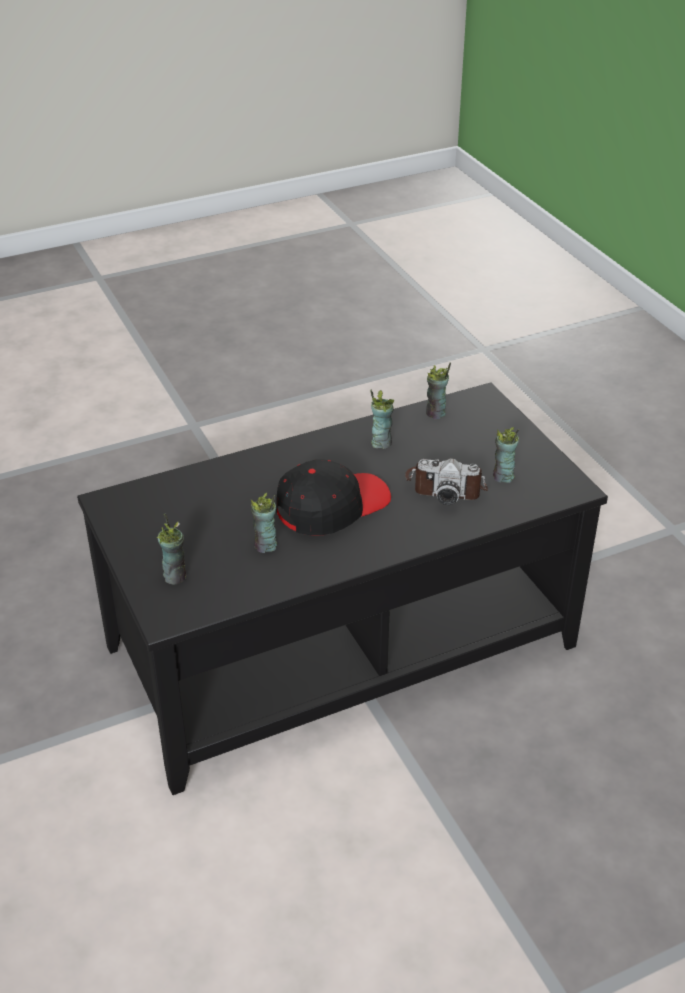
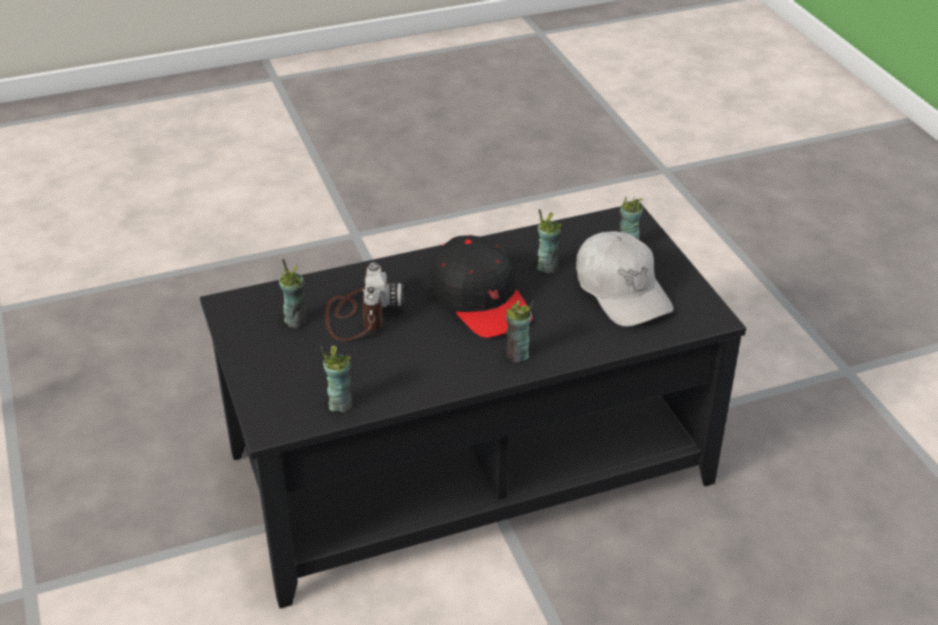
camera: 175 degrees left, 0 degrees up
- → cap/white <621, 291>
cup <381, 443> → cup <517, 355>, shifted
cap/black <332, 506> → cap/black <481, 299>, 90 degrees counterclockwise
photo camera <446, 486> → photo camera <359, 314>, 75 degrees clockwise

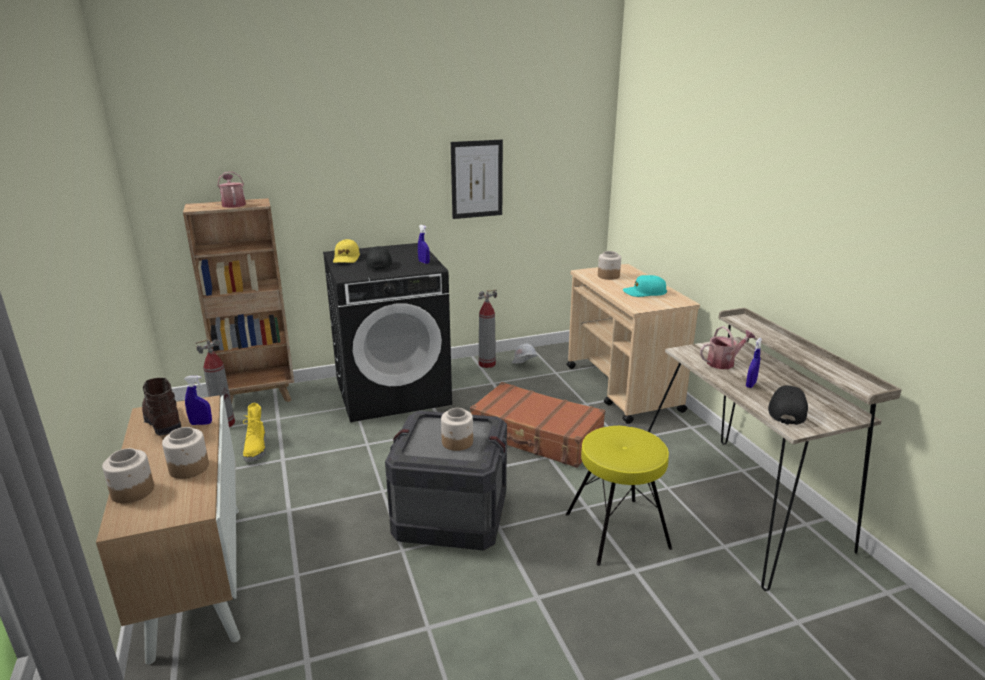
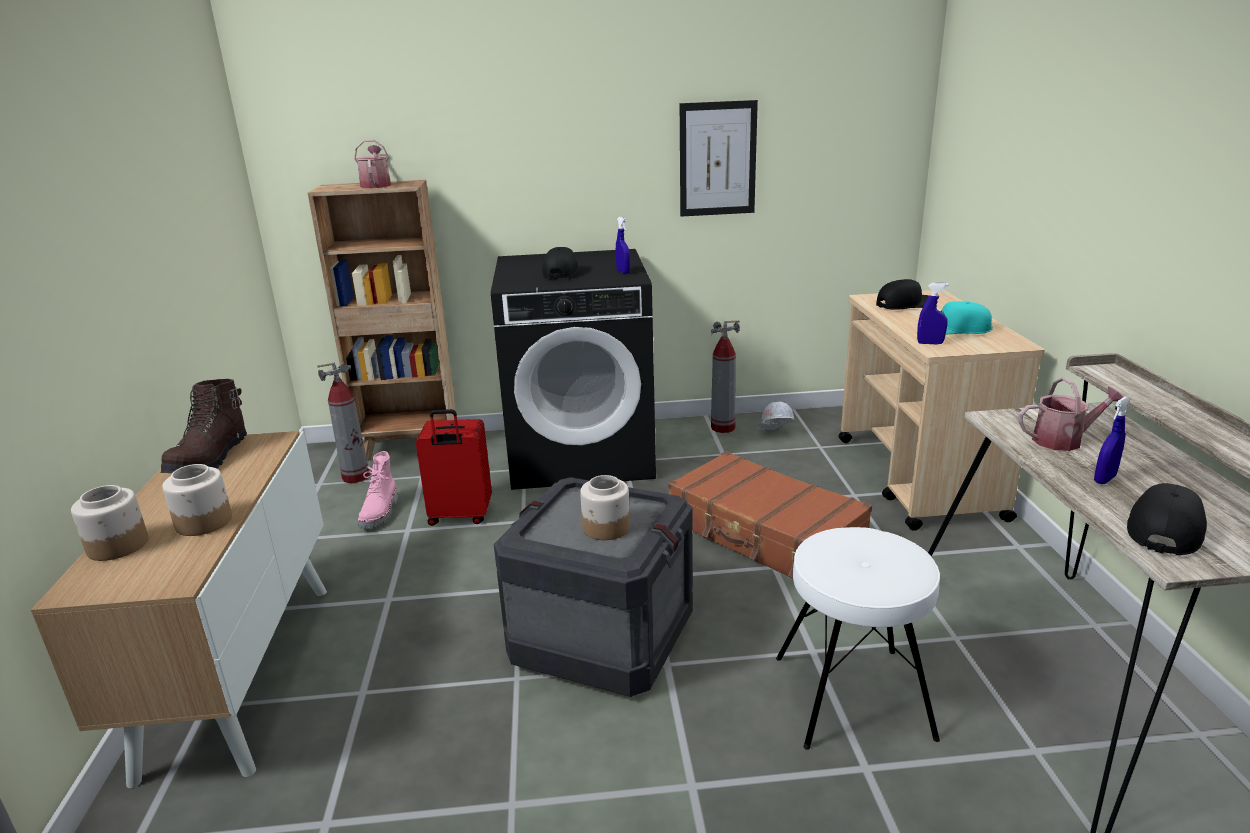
camera: 15 degrees right, 0 degrees up
cap/yellow <346, 258> → -
- → suitcase/red <460, 516>
spray bottle/blue <201, 423> → spray bottle/blue <930, 343>, shifted
jar <608, 276> → cap/black <904, 304>
boot/yellow <256, 449> → boot/pink <381, 513>
stool/yellow <616, 530> → stool/white <851, 695>
boot/brown <162, 422> → boot/brown <210, 458>, 150 degrees counterclockwise

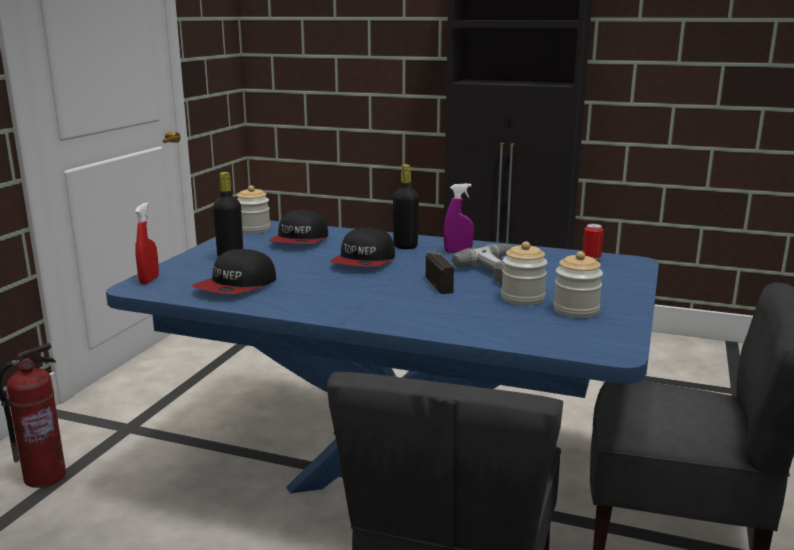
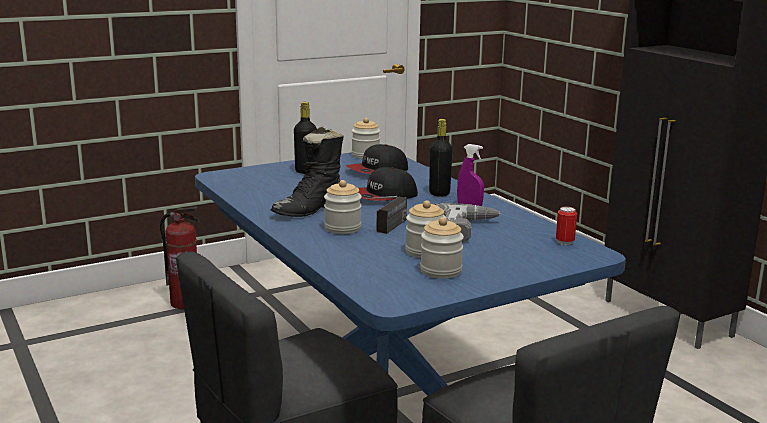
camera: 40 degrees right, 0 degrees up
spray bottle/red <149, 280> → -
cap <237, 286> → -
- → boot/black <310, 210>
- → jar <342, 228>

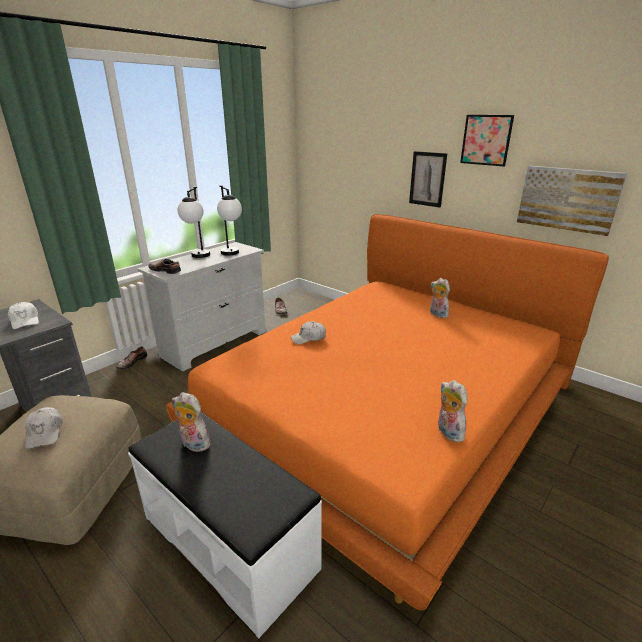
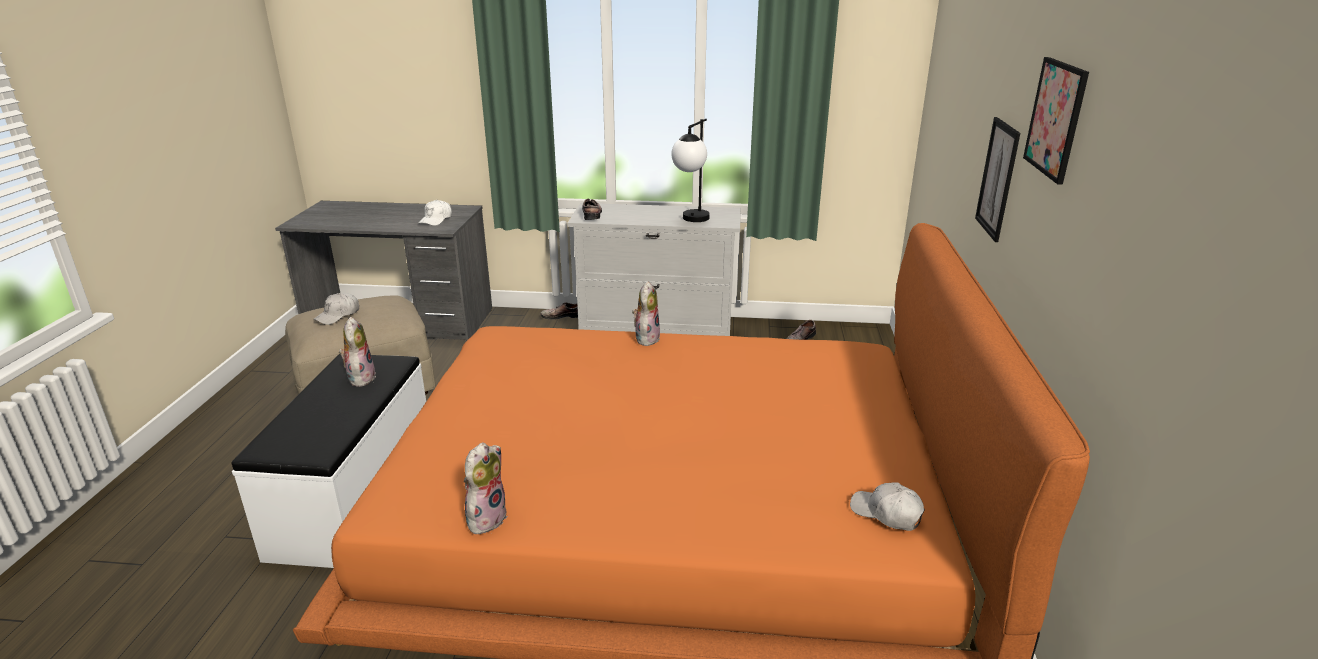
camera: 55 degrees right, 0 degrees up
table lamp <198, 257> → -
picture <568, 199> → -
cap/white <308, 338> → cap/white <886, 513>, shifted
plush toy <437, 314> → plush toy <646, 338>, shifted

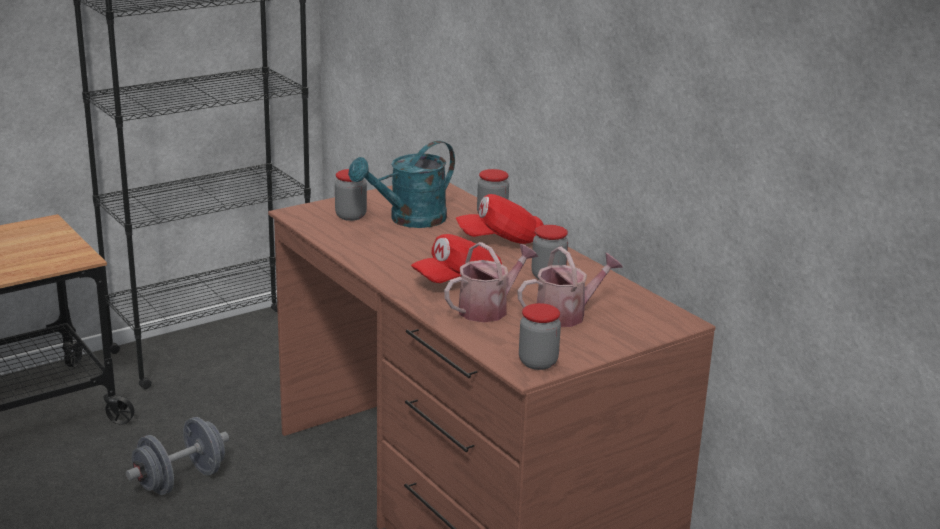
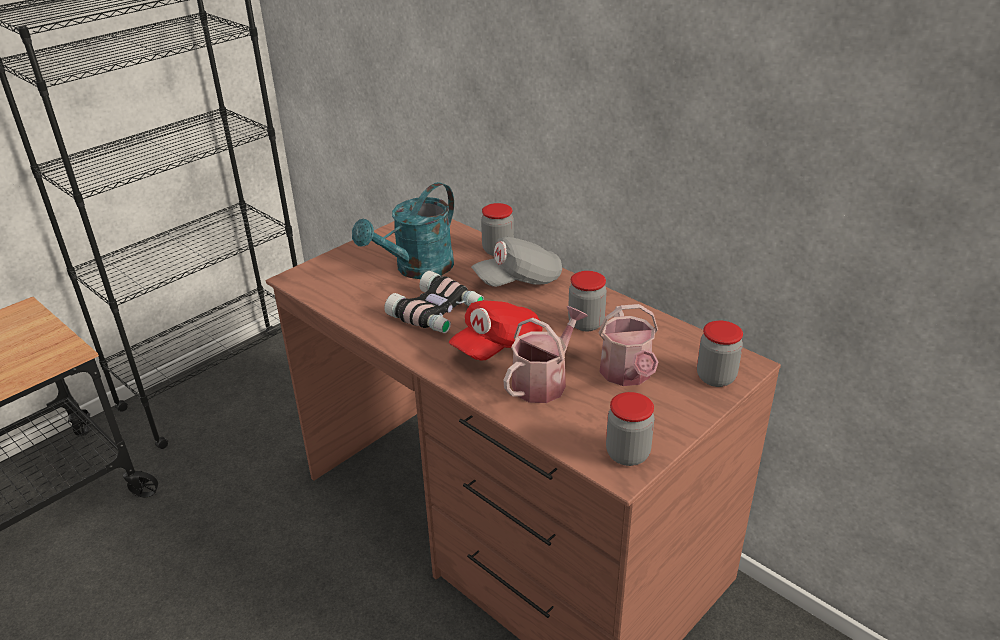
camera: 10 degrees left, 10 degrees up
dumbbell/grey <180, 480> → -
- → binoculars <437, 313>
jar <351, 216> → jar <716, 377>, shifted
cap/red <500, 240> → cap/grey <519, 281>
watering can <567, 314> → watering can <627, 375>, 120 degrees clockwise

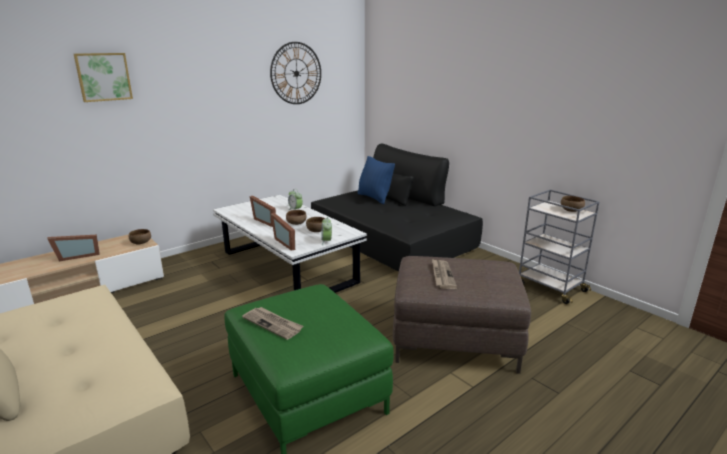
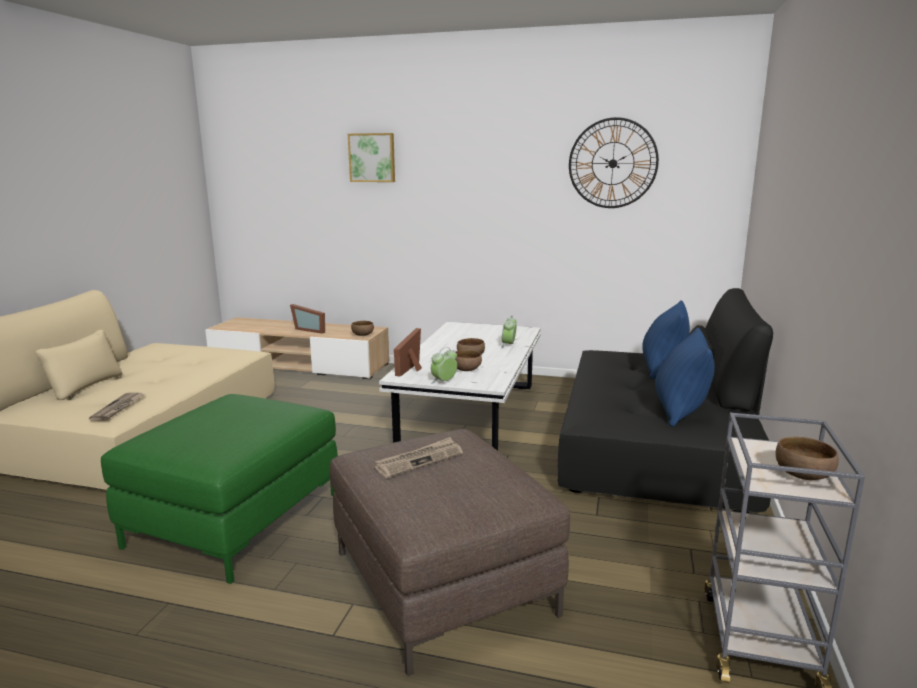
camera: 55 degrees right, 5 degrees down
picture frame <266, 221> → -
- → pillow/blue <680, 411>
newspaper <273, 324> → newspaper <119, 408>, shifted

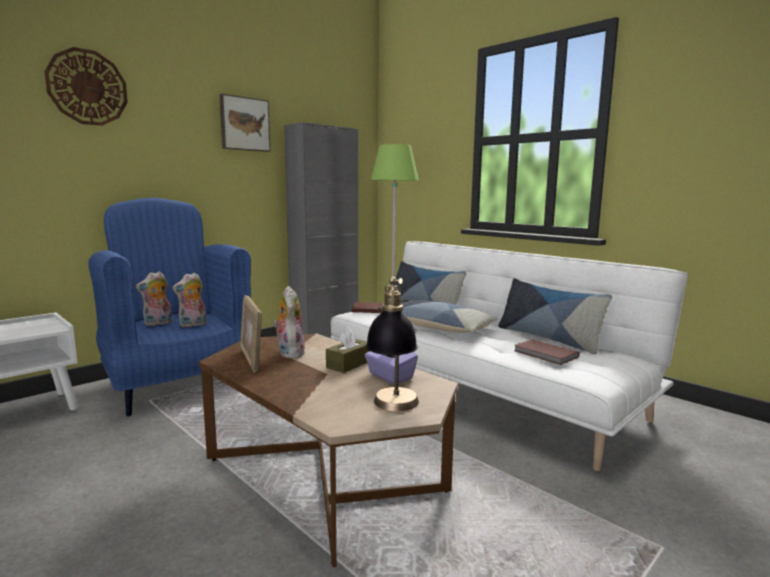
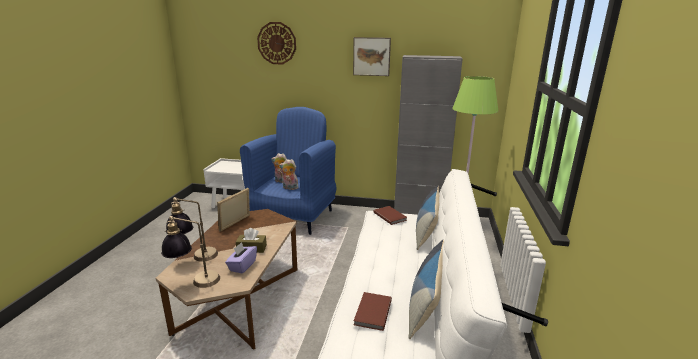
camera: 55 degrees right, 10 degrees up
plush toy <289, 353> → -
pillow <438, 327> → -
- → table lamp <195, 258>

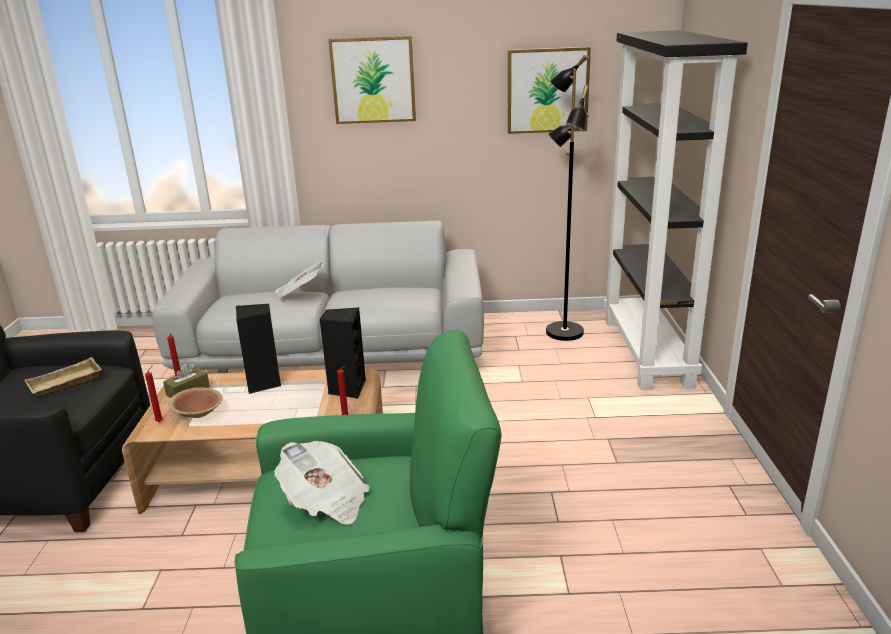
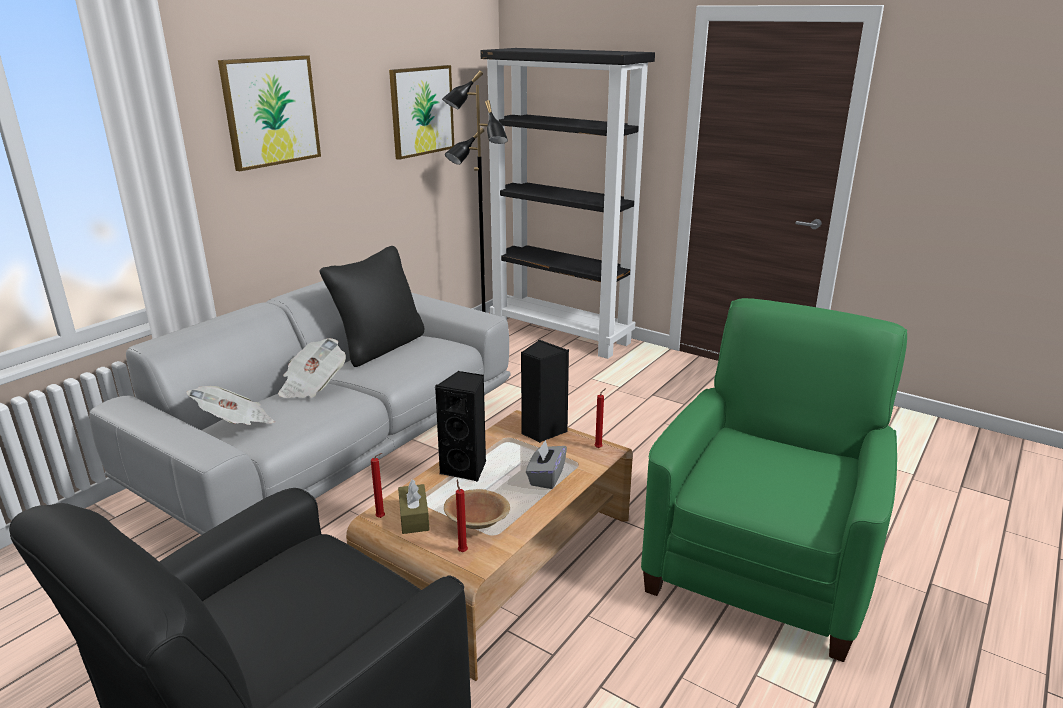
camera: 55 degrees left, 0 degrees up
tray/beige <65, 383> → -
- → pillow/black <380, 347>
- → tissue box/grey <546, 477>
newspaper <326, 501> → newspaper <236, 423>, shifted

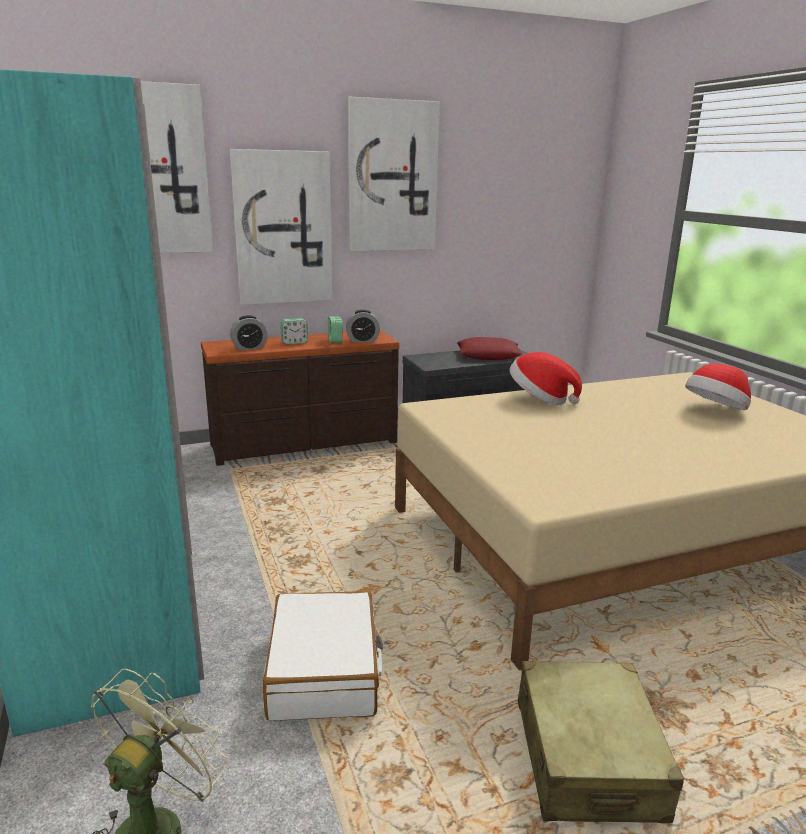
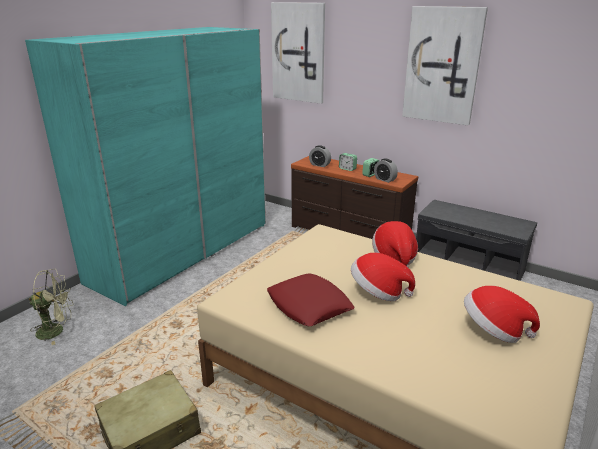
camera: 55 degrees right, 5 degrees up
picture <283, 228> → -
suitcase/white <325, 671> → -
- → hat <378, 292>
pillow/red <488, 355> → pillow/red <309, 305>, shifted

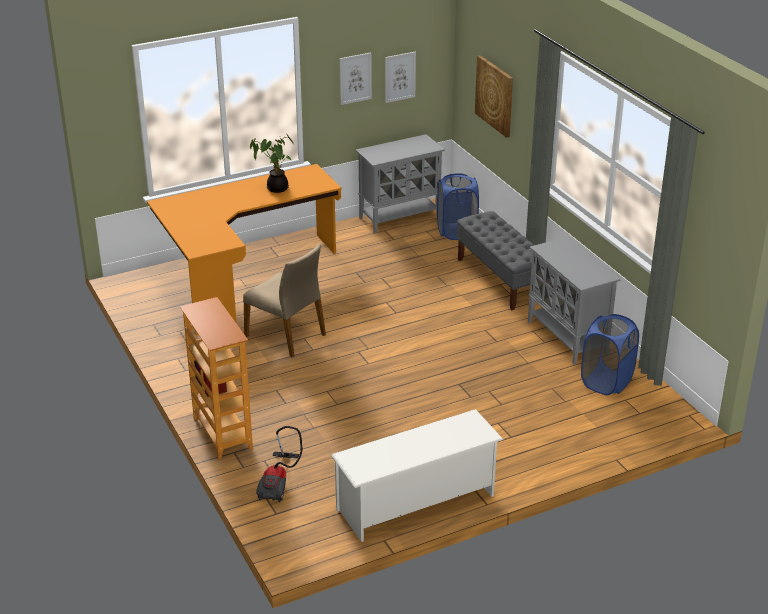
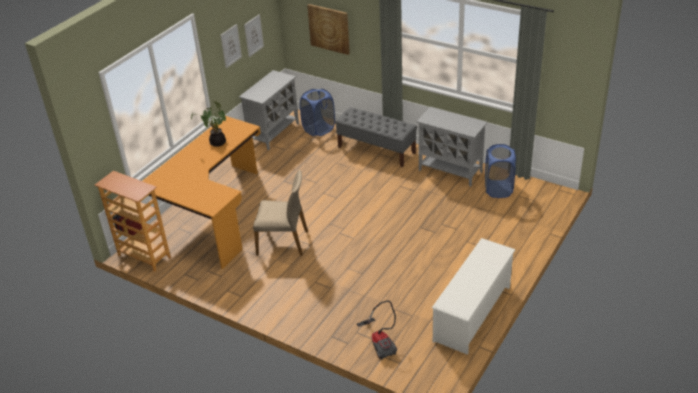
camera: 30 degrees left, 5 degrees up
bookcase <221, 433> → bookcase <143, 257>, shifted

